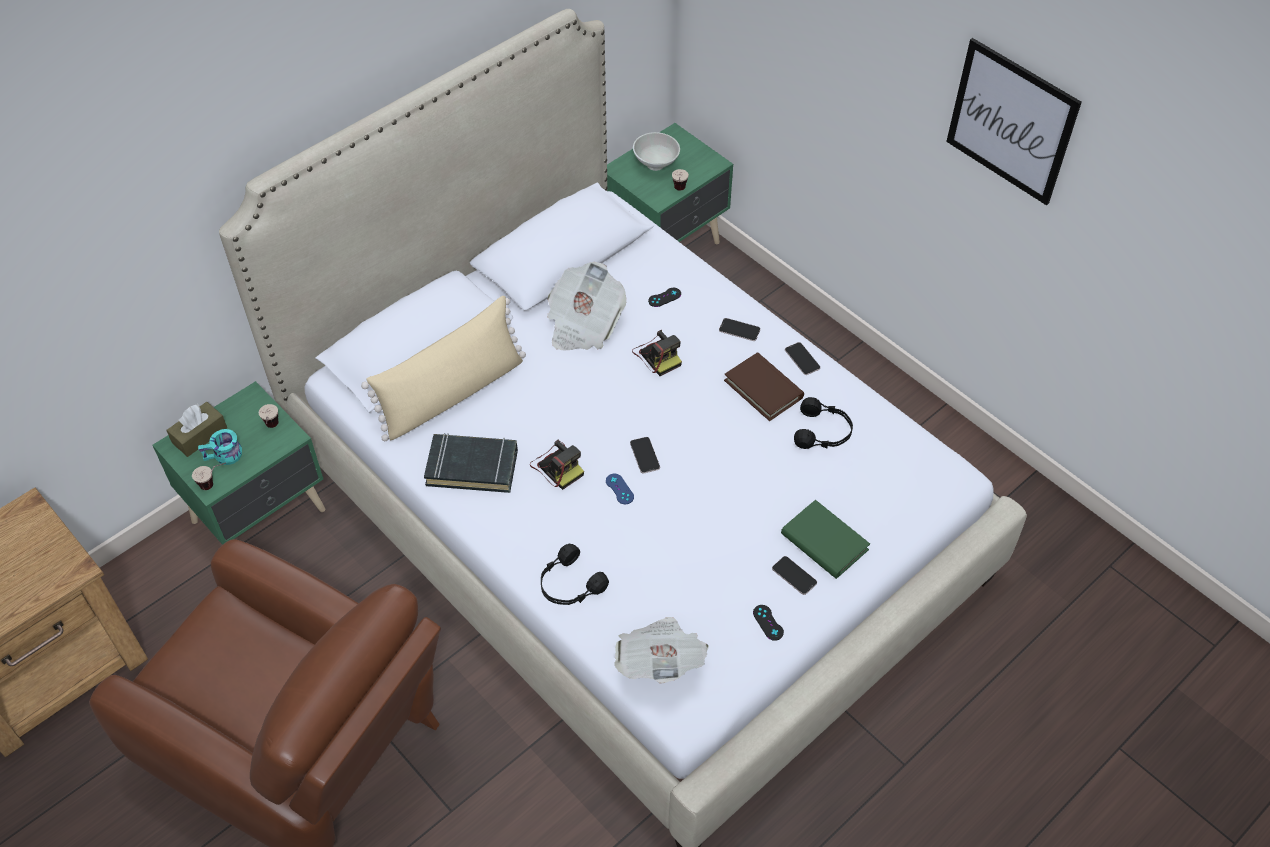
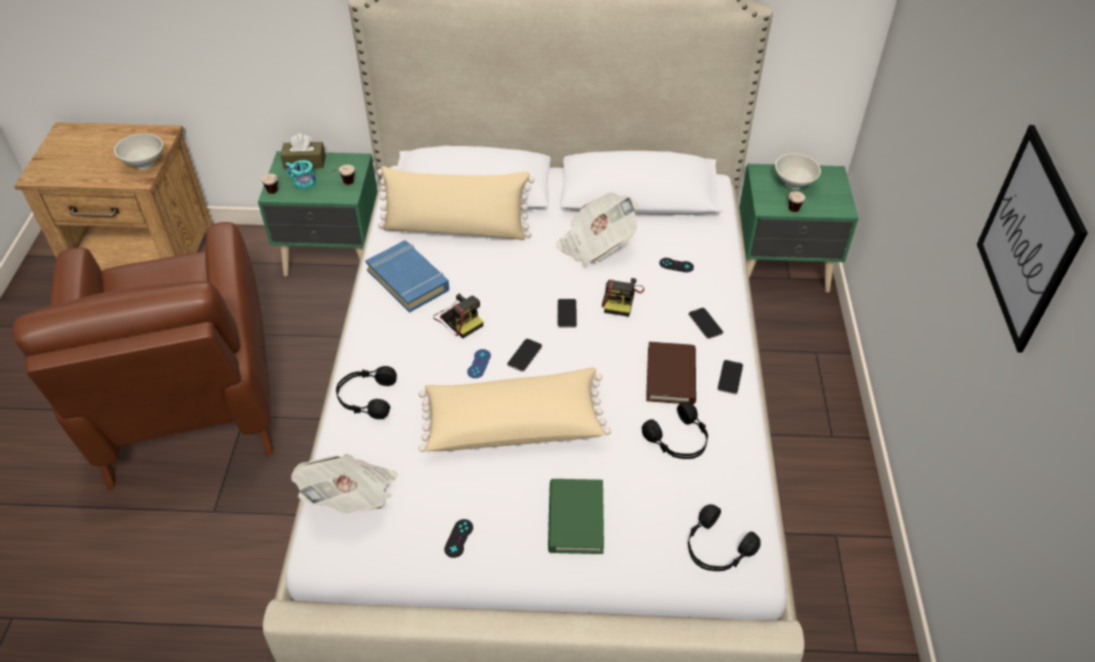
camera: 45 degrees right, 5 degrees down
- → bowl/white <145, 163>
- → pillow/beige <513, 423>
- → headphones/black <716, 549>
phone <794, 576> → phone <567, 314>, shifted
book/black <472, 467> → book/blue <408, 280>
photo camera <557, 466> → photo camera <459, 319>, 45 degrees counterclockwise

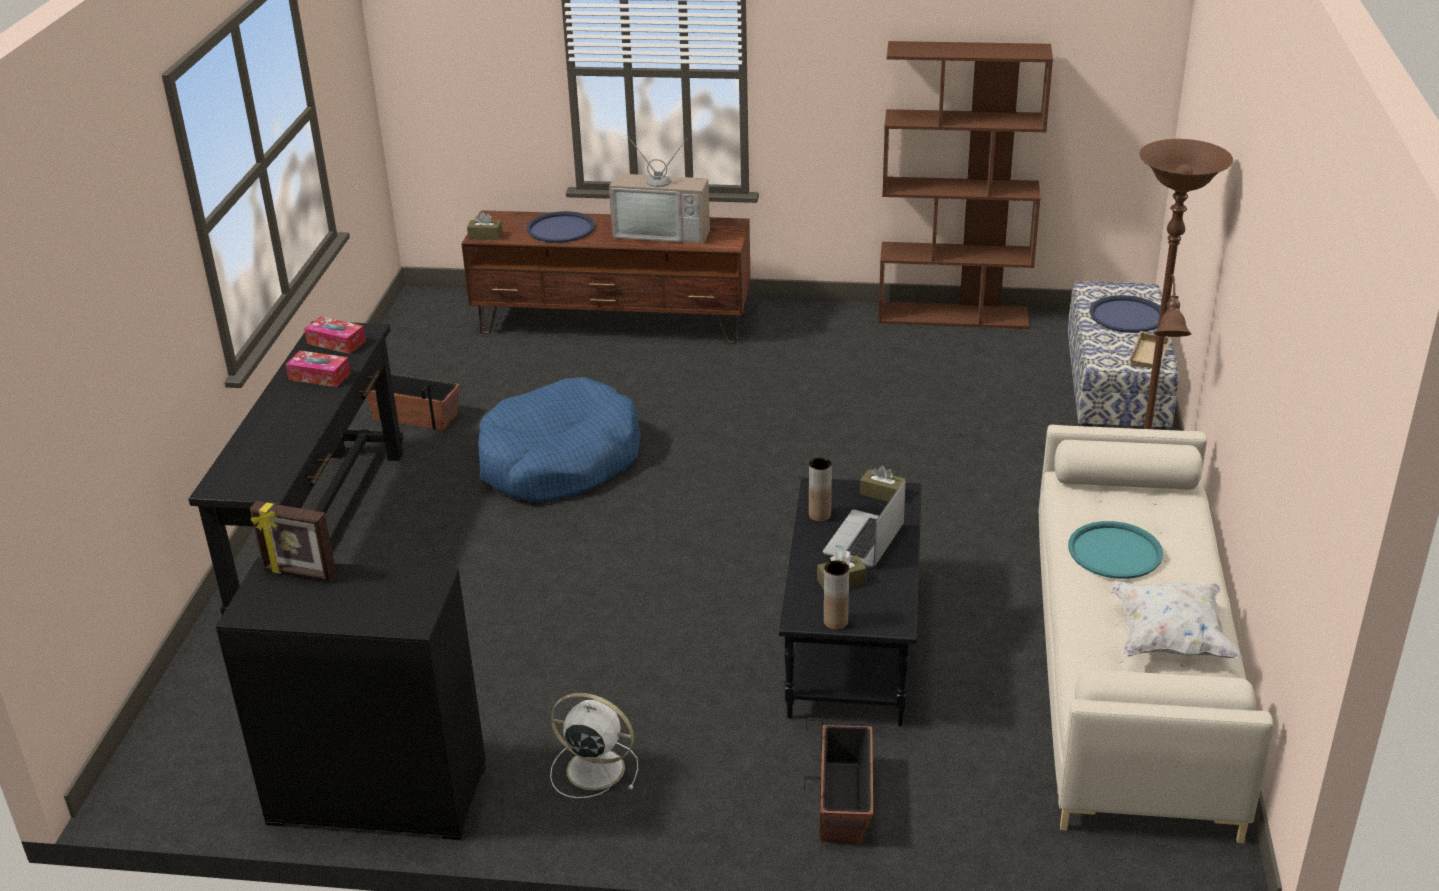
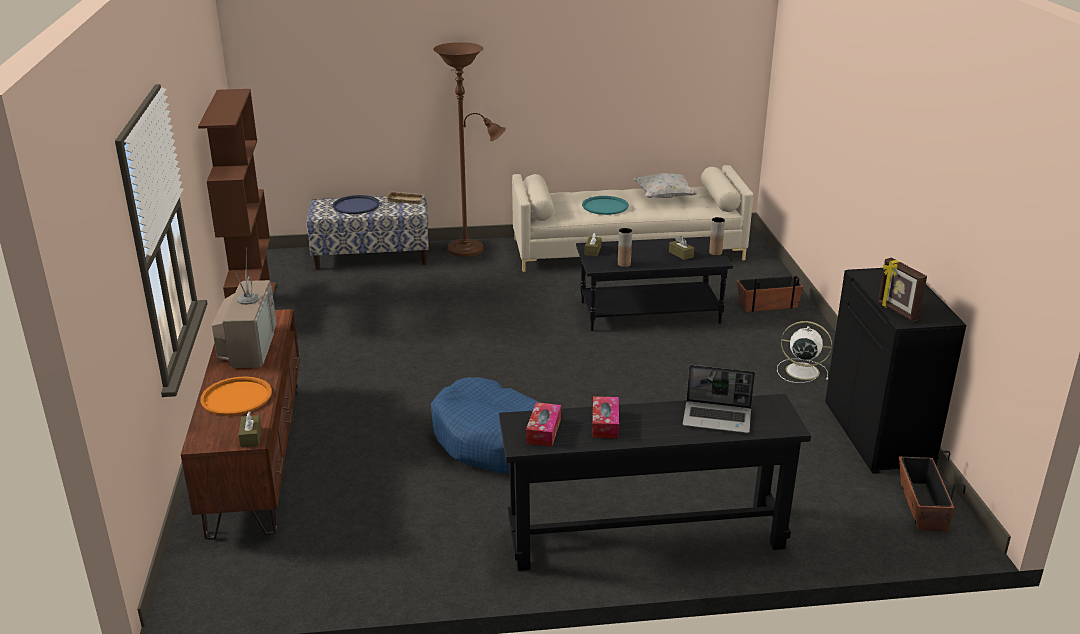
camera: 105 degrees left, 5 degrees down
planter <415, 416> → planter <921, 507>, shifted
laptop <864, 541> → laptop <718, 418>, shifted
tray/blue <560, 228> → tray/orange <236, 397>
picture frame <299, 573> → picture frame <897, 311>, 150 degrees clockwise
fan/white <592, 769> → fan/white <800, 371>, 105 degrees clockwise

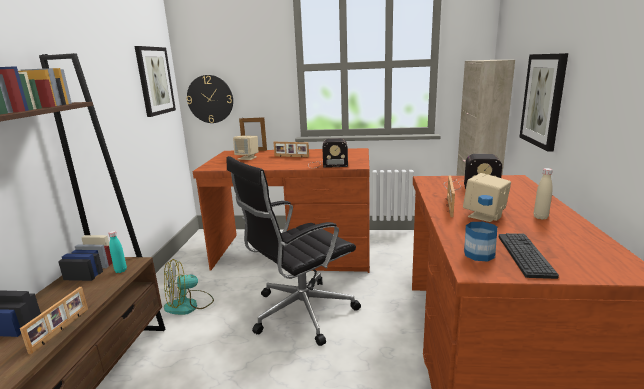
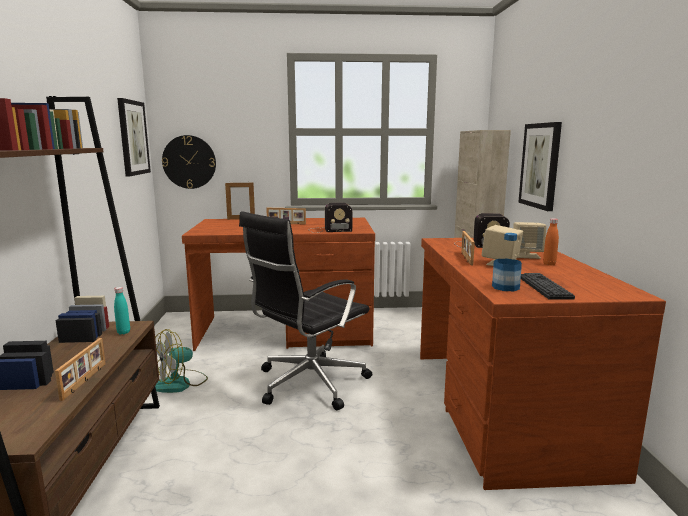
camera: 10 degrees left, 5 degrees down
speaker/beige <247, 158> → speaker/beige <526, 255>, shifted
bottle/beige <540, 217> → bottle/orange <549, 264>

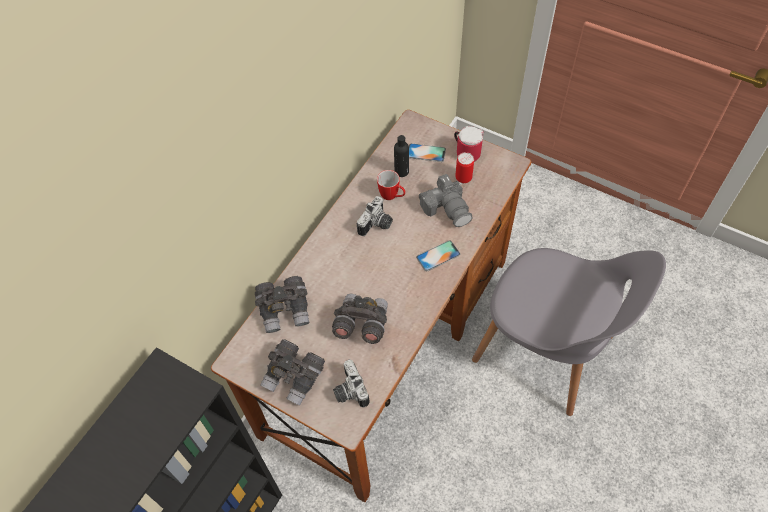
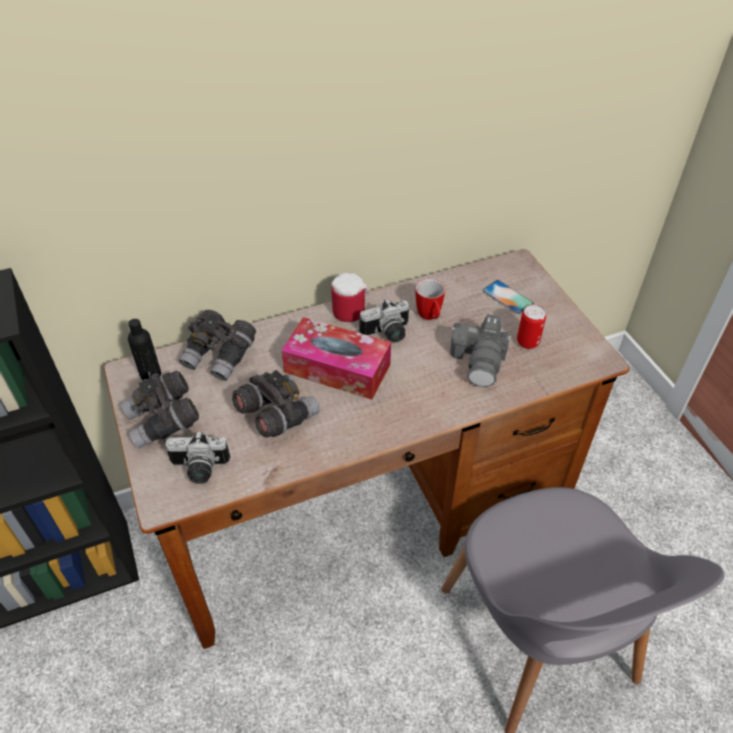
camera: 35 degrees right, 10 degrees down
phone <438, 256> → -
- → tissue box <337, 368>
bottle/black <401, 171> → bottle/black <150, 374>, shifted
mug <466, 151> → mug <349, 308>, shifted
photo camera <349, 391> → photo camera <199, 469>, 105 degrees counterclockwise

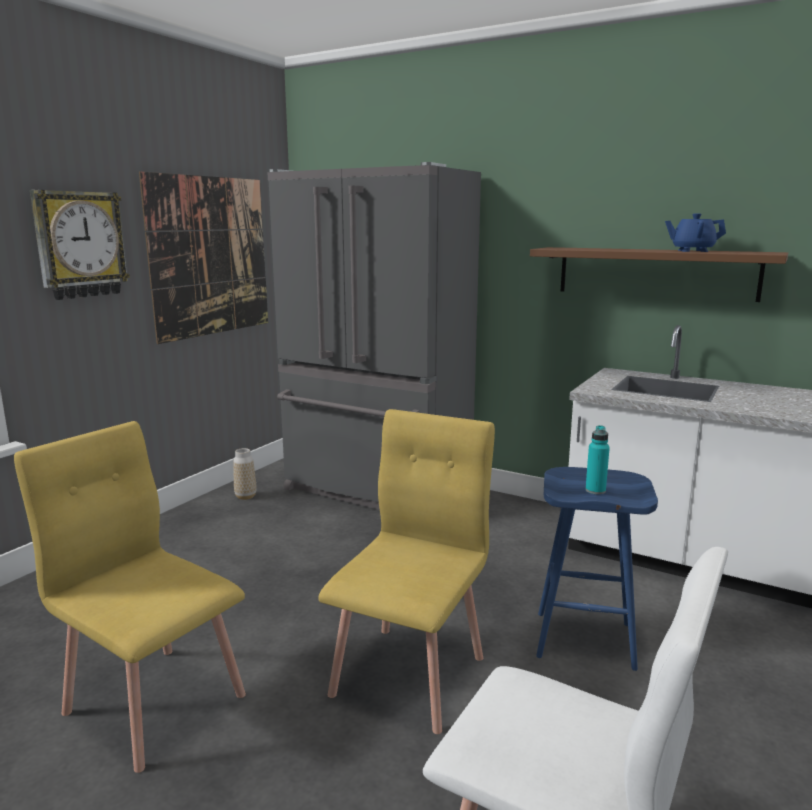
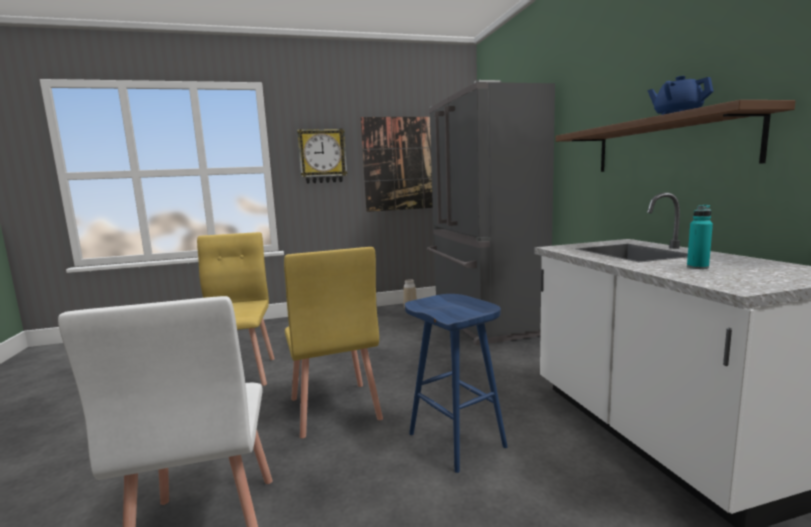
camera: 45 degrees right, 5 degrees down
bottle/turquoise <595, 490> → bottle/turquoise <697, 267>, shifted
chair/yellow <410, 675> → chair/yellow <334, 409>, 90 degrees clockwise

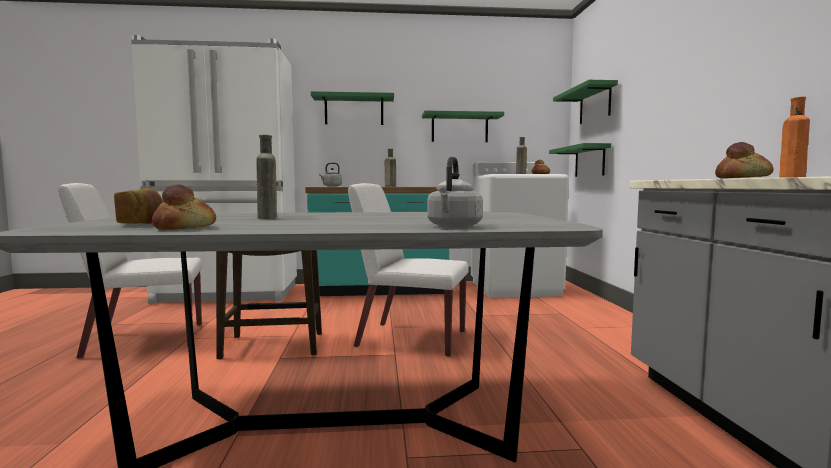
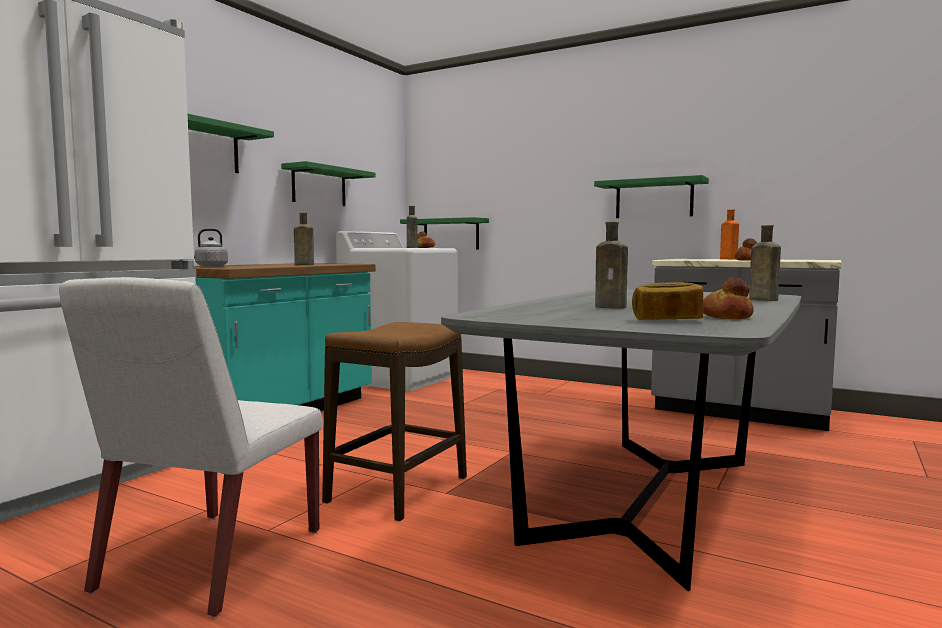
camera: 55 degrees left, 0 degrees up
chair/white <410, 339> → -
shelf/green <595, 104> → shelf/green <654, 199>, shifted
kettle/grey <454, 226> → bottle/brown <761, 300>

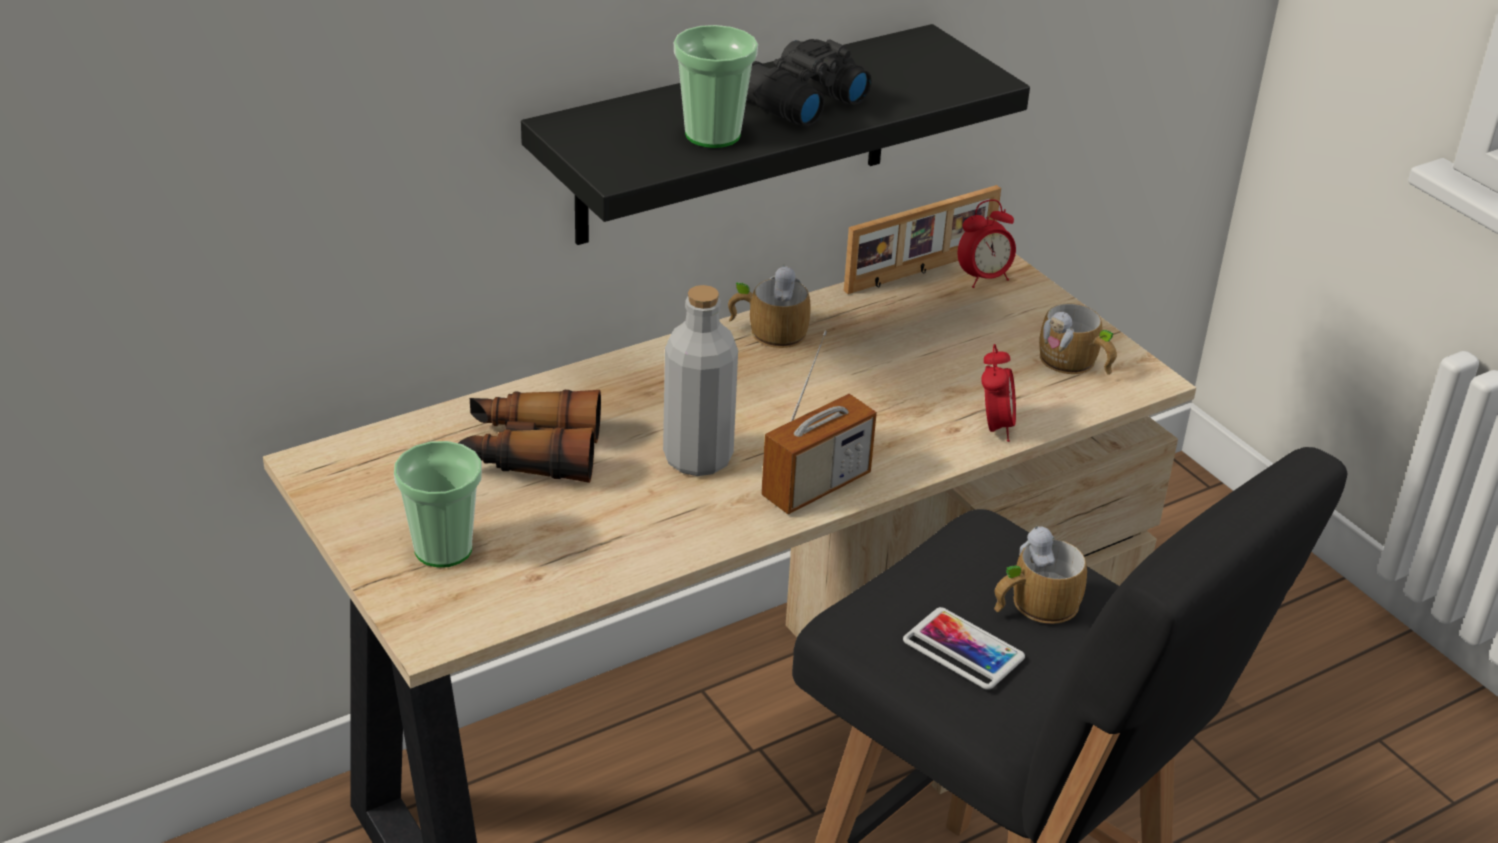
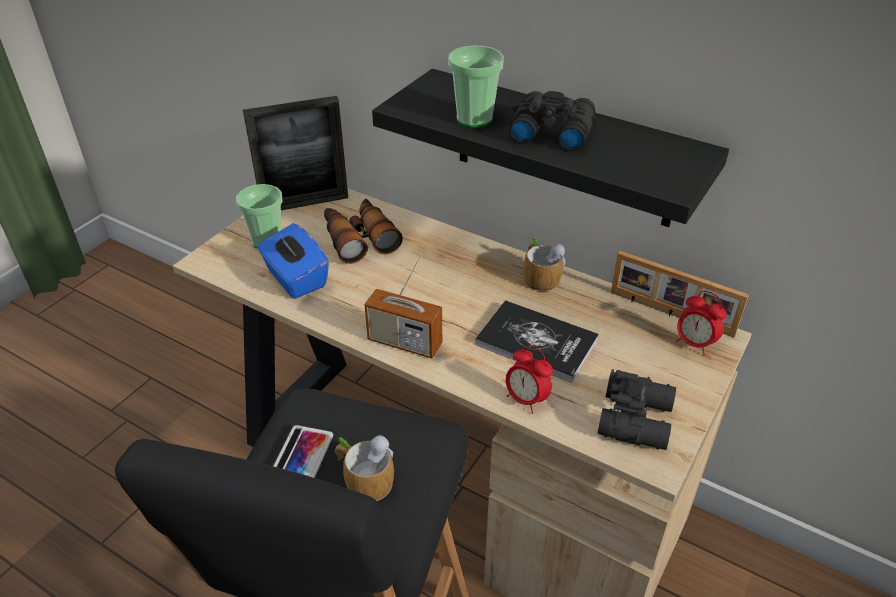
camera: 65 degrees right, 5 degrees up
bottle/grey <698, 458> → -
- → picture frame <305, 203>
- → tissue box/blue <295, 279>
- → book <536, 342>
mug <1075, 364> → binoculars/black <637, 418>
alarm clock <994, 428> → alarm clock <526, 399>, 60 degrees clockwise

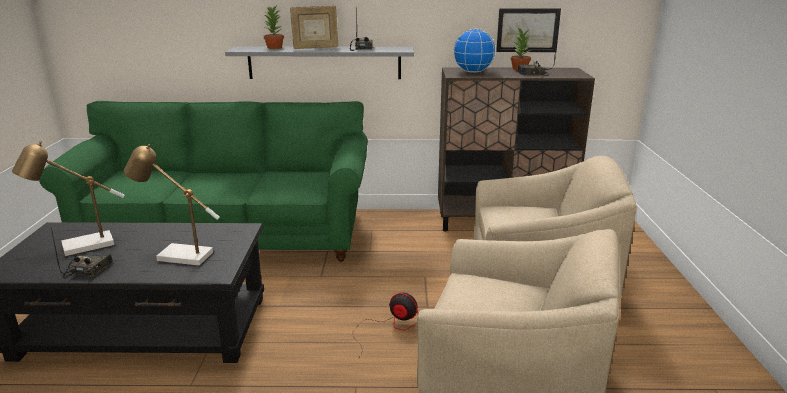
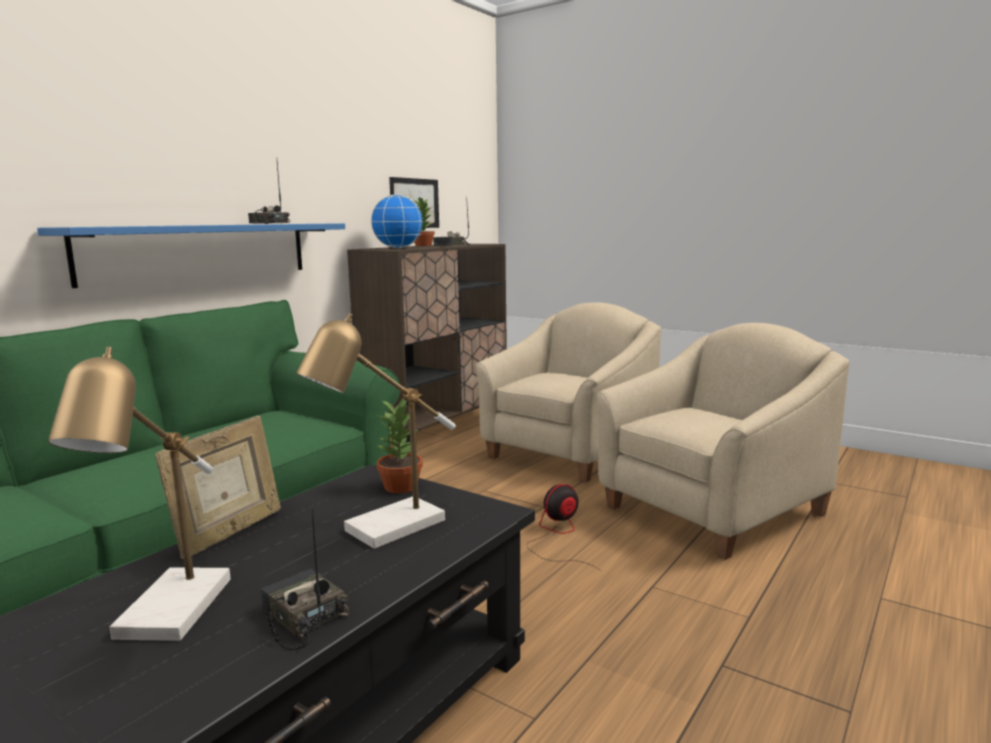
camera: 55 degrees left, 10 degrees down
potted plant <274, 48> → potted plant <401, 487>, shifted
picture frame <315, 48> → picture frame <229, 533>, shifted
shelf/grey <324, 62> → shelf/blue <200, 251>

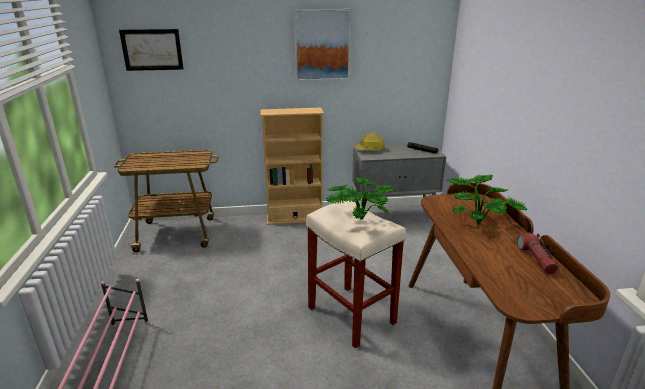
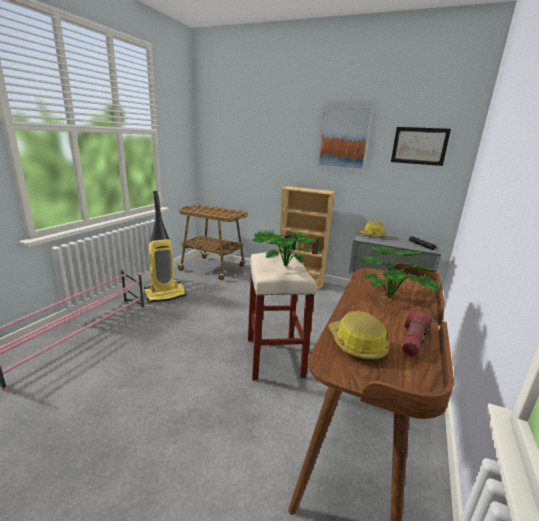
camera: 30 degrees right, 5 degrees down
- → vacuum cleaner <165, 295>
- → hard hat <356, 344>
picture <152, 49> → picture <419, 146>, shifted

